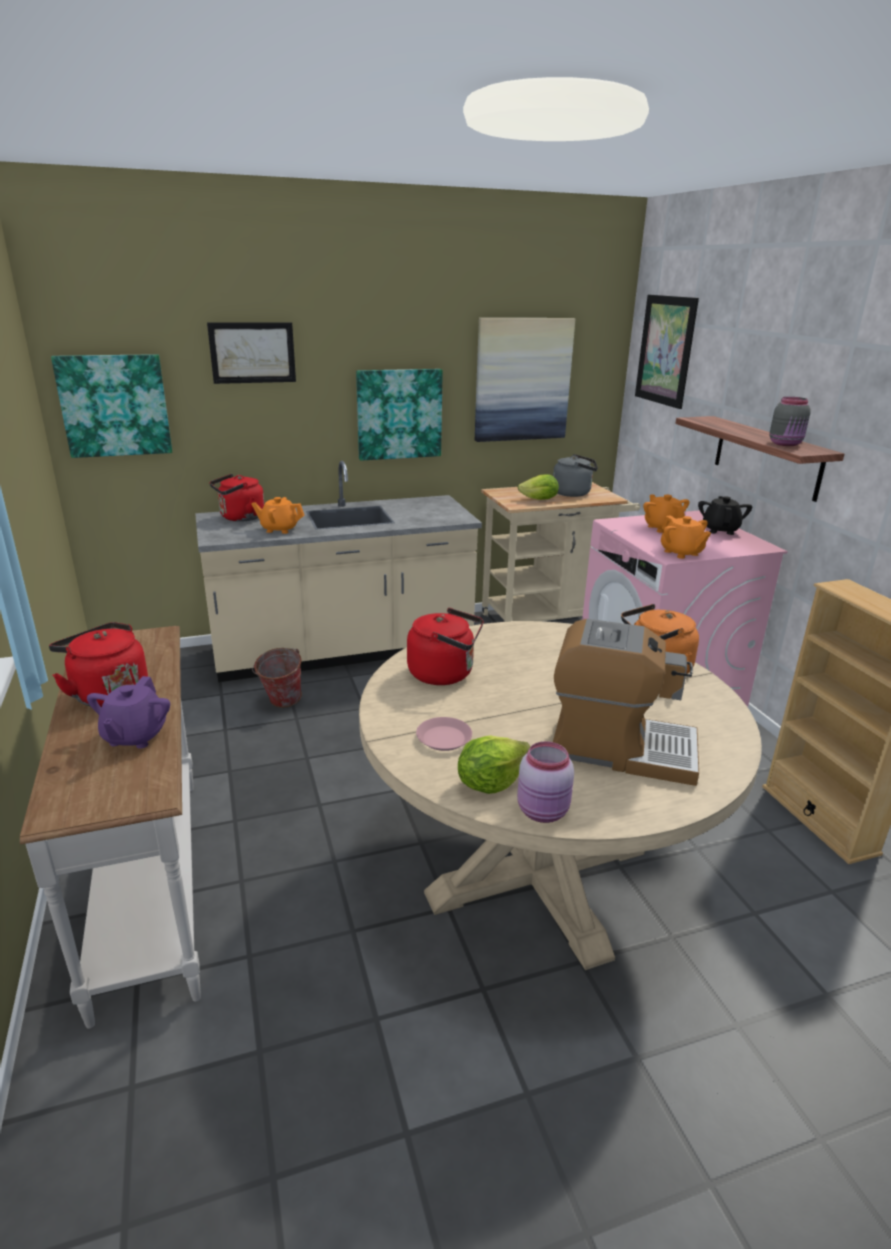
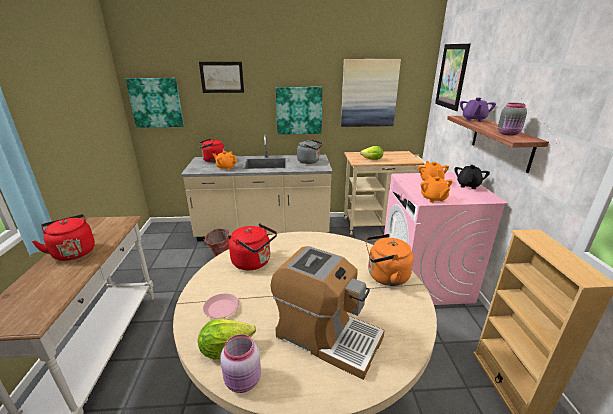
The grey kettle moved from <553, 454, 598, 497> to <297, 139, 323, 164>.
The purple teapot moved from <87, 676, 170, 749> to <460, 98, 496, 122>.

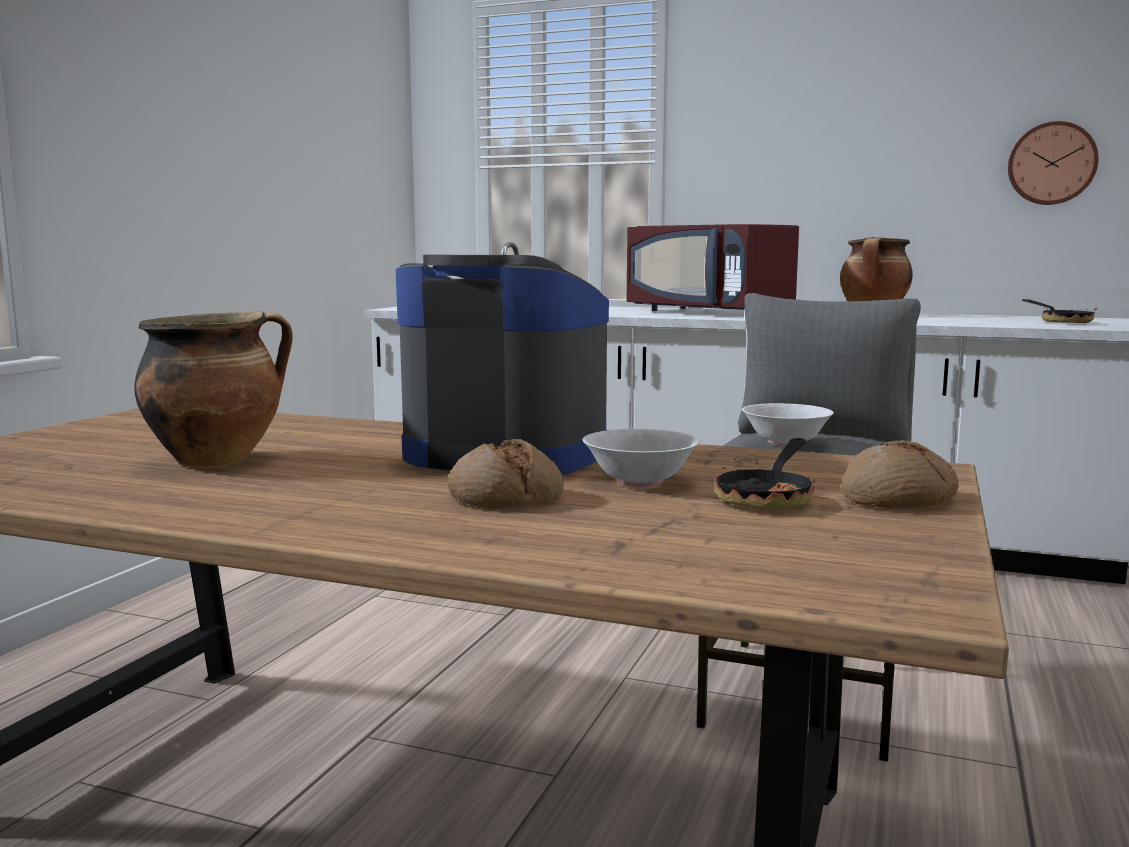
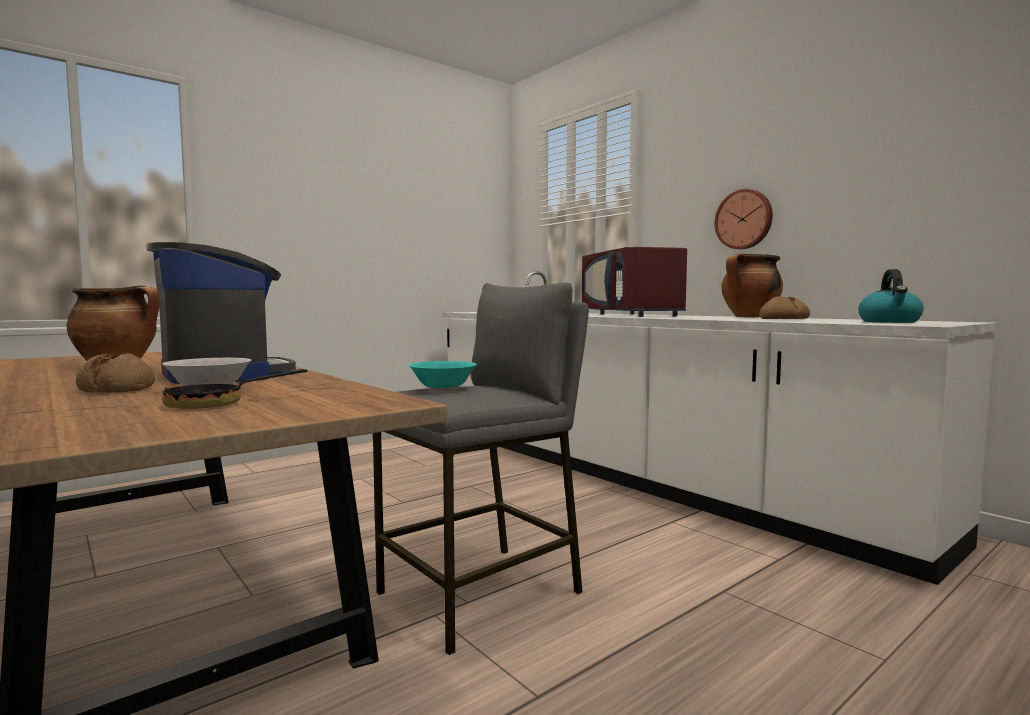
The white bowl at <742, 403, 834, 446> became the turquoise bowl at <409, 361, 477, 391>.
The wall clock moved from <1008, 121, 1099, 205> to <714, 189, 773, 249>.
The bread moved from <841, 440, 959, 508> to <759, 296, 810, 319>.
The frying pan at <1022, 299, 1097, 323> was replaced by the kettle at <858, 269, 924, 323>.

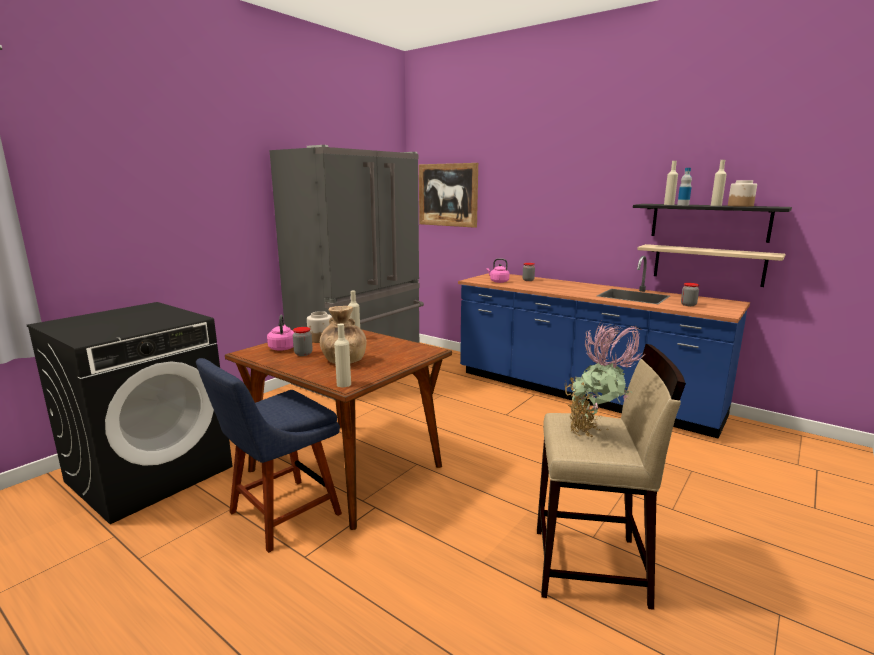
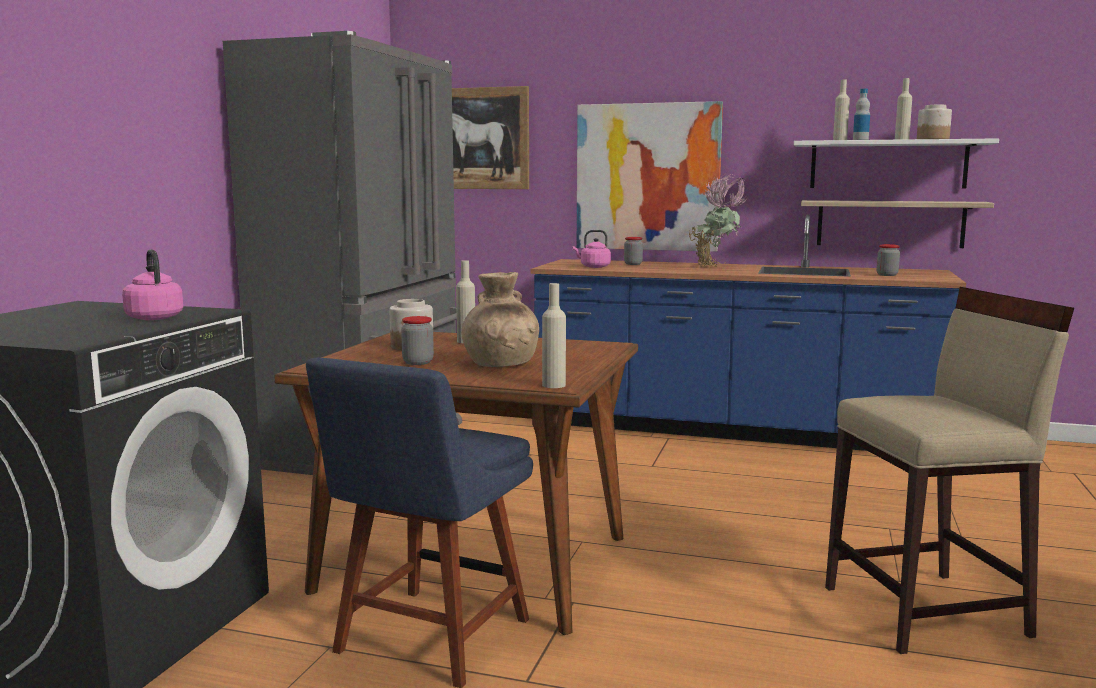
The pink kettle moved from <267, 315, 294, 351> to <122, 249, 183, 320>.
The picture at <577, 101, 723, 252> appeared.
The potted plant moved from <565, 324, 647, 438> to <689, 174, 749, 267>.
The black shelf at <633, 204, 792, 243> became the white shelf at <794, 138, 999, 189>.

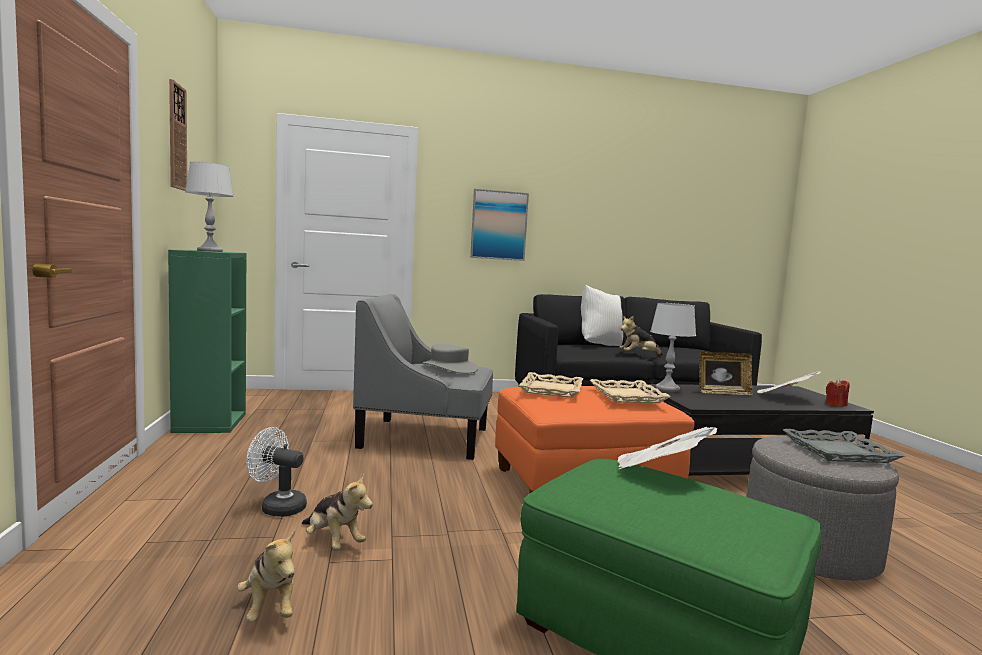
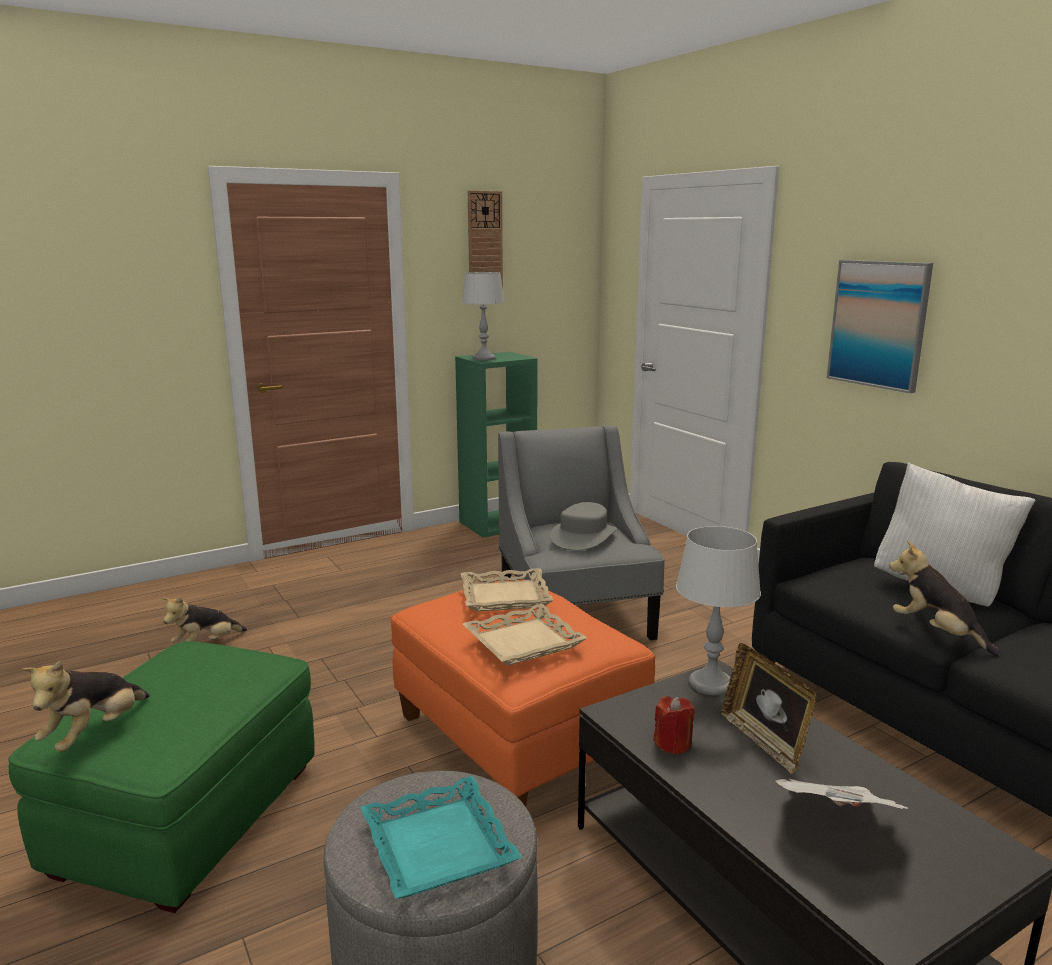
The plush toy moved from <302, 474, 373, 549> to <22, 660, 150, 752>.
The grey tray at <783, 429, 905, 463> became the turquoise tray at <361, 776, 522, 899>.
The red candle moved from <826, 379, 849, 407> to <653, 696, 695, 755>.
The white fan at <246, 427, 307, 517> disappeared.
The newspaper at <618, 427, 717, 469> disappeared.

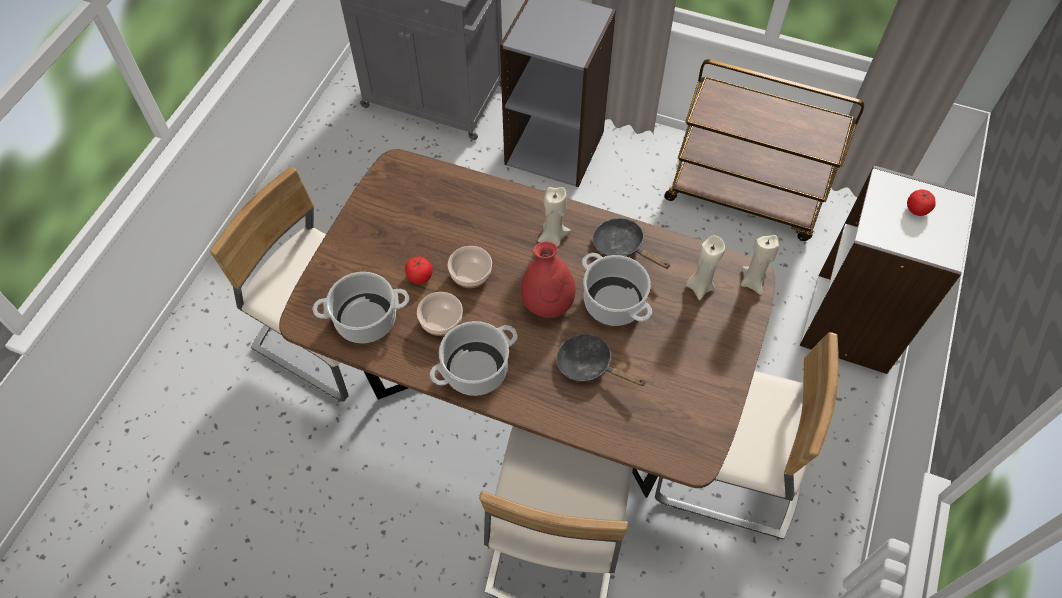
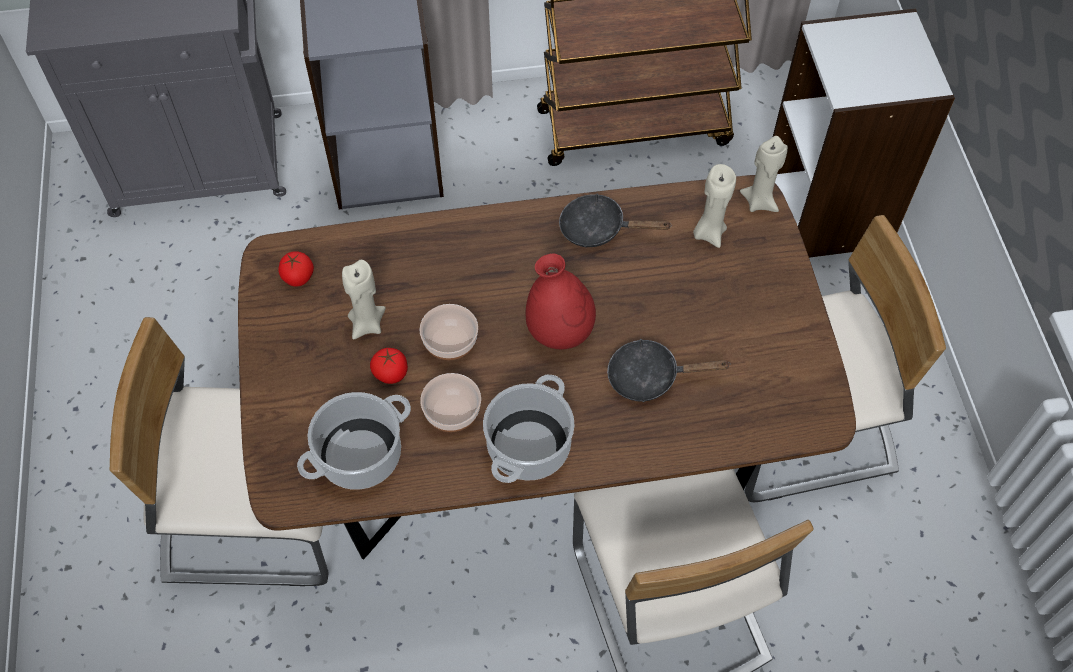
The tomato moved from <907, 189, 936, 216> to <278, 251, 314, 287>.
The beige candle moved from <538, 187, 571, 246> to <342, 260, 386, 340>.
The cooking pot at <582, 253, 652, 326> disappeared.

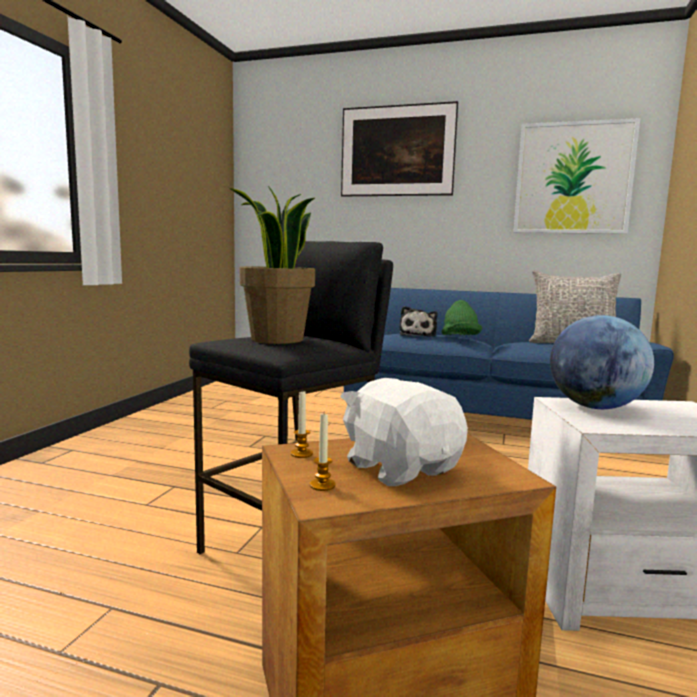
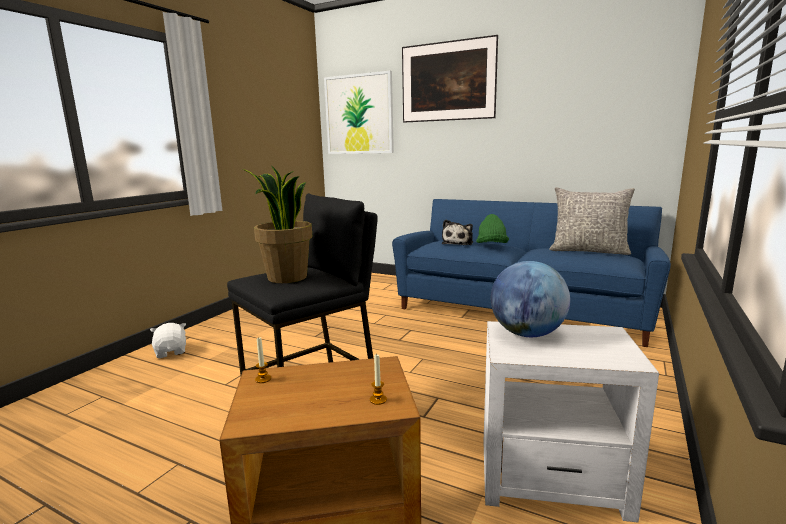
The white plush toy moved from <340, 378, 468, 486> to <150, 323, 186, 358>.
The picture moved from <513, 118, 640, 234> to <324, 71, 394, 154>.
The candle moved from <310, 414, 336, 491> to <370, 354, 387, 405>.

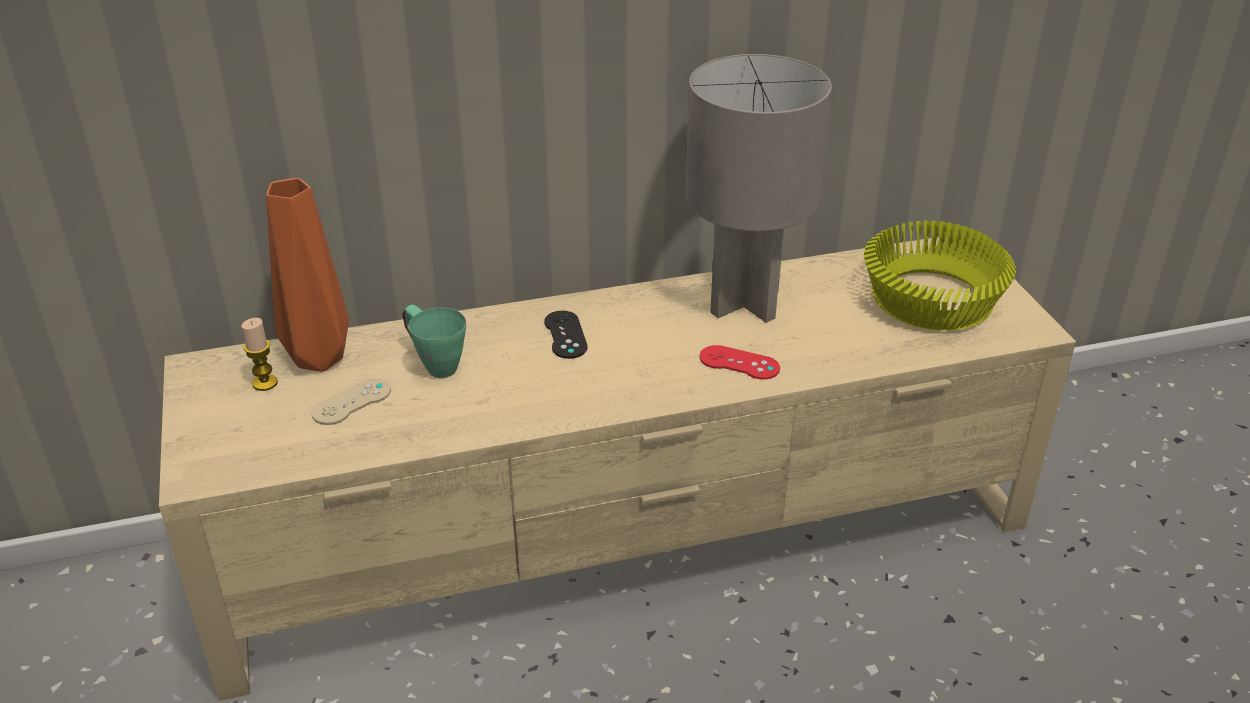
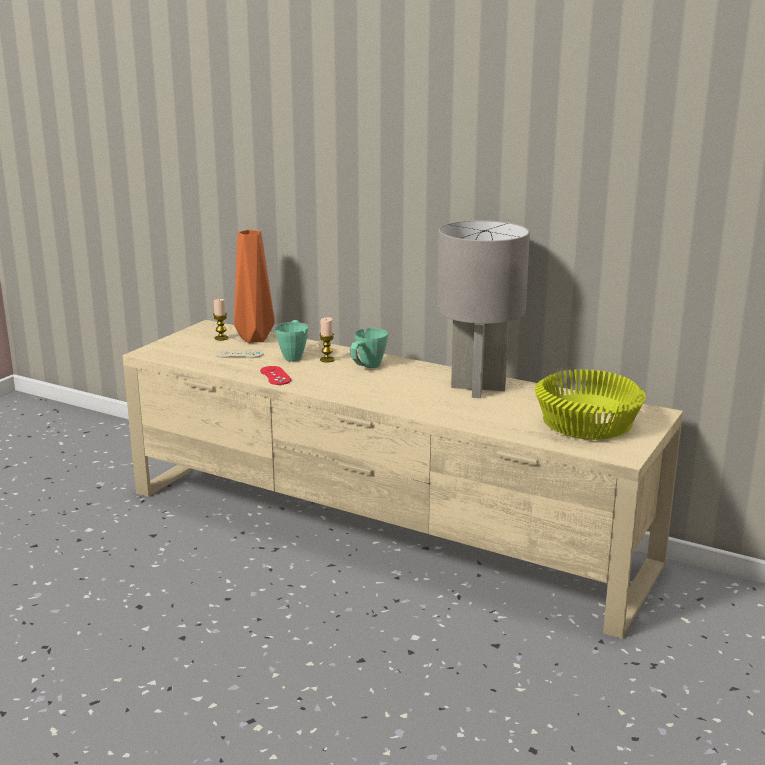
The red game controller moved from <699, 345, 780, 380> to <260, 366, 291, 385>.
The candle at <319, 317, 335, 363> appeared.
The black game controller at <544, 311, 588, 359> was replaced by the green mug at <350, 328, 388, 368>.

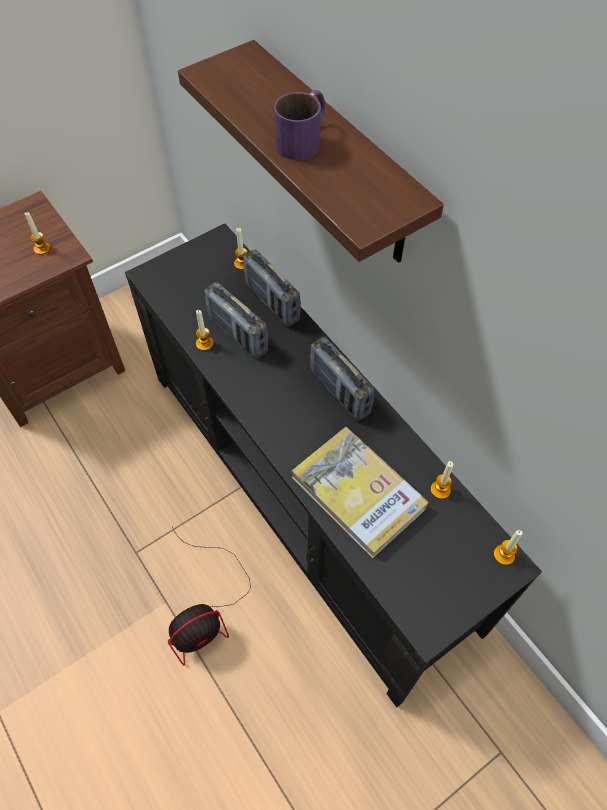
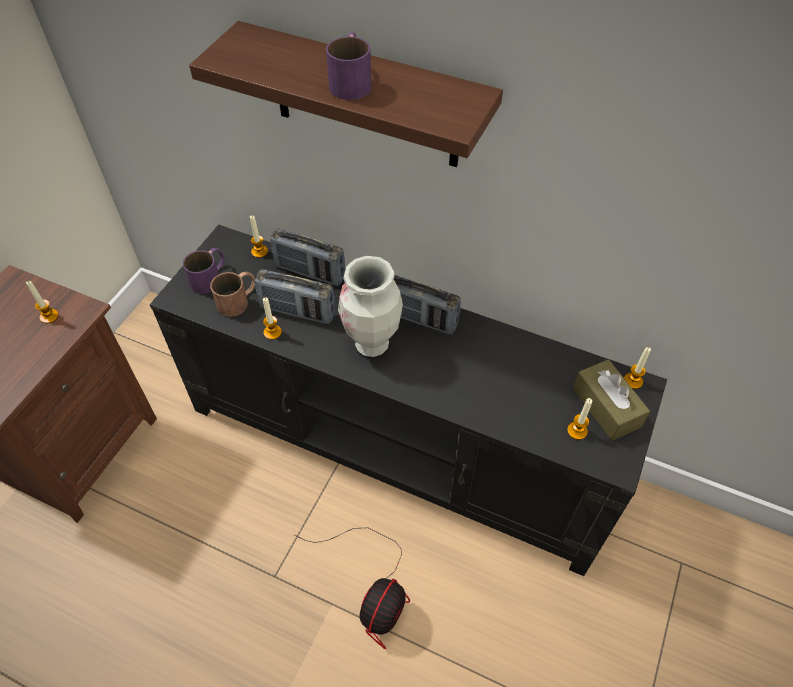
The purple mug at <183, 248, 225, 294> appeared.
The brown mug at <211, 272, 255, 317> appeared.
The vase at <338, 256, 403, 357> appeared.
The candle moved from <431, 461, 453, 499> to <567, 398, 592, 440>.
The brown tissue box at <573, 359, 650, 441> appeared.
The book at <292, 427, 428, 558> disappeared.

